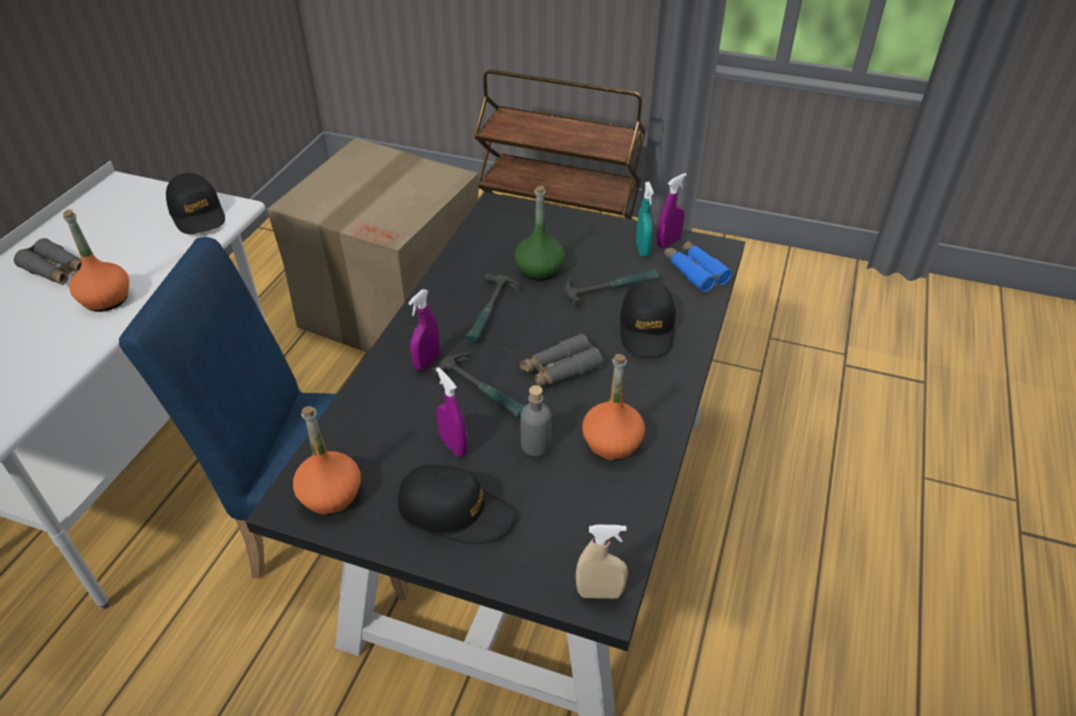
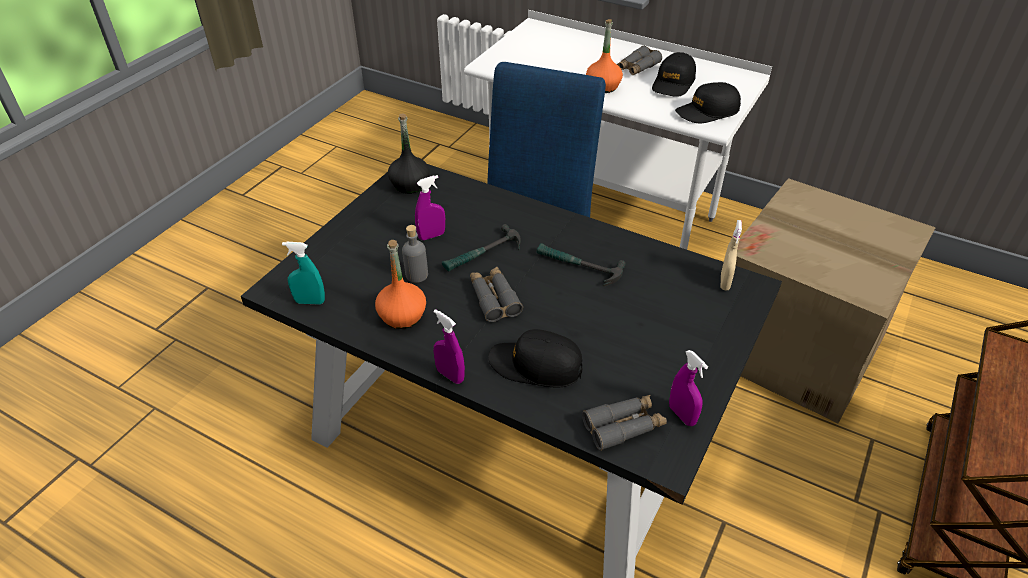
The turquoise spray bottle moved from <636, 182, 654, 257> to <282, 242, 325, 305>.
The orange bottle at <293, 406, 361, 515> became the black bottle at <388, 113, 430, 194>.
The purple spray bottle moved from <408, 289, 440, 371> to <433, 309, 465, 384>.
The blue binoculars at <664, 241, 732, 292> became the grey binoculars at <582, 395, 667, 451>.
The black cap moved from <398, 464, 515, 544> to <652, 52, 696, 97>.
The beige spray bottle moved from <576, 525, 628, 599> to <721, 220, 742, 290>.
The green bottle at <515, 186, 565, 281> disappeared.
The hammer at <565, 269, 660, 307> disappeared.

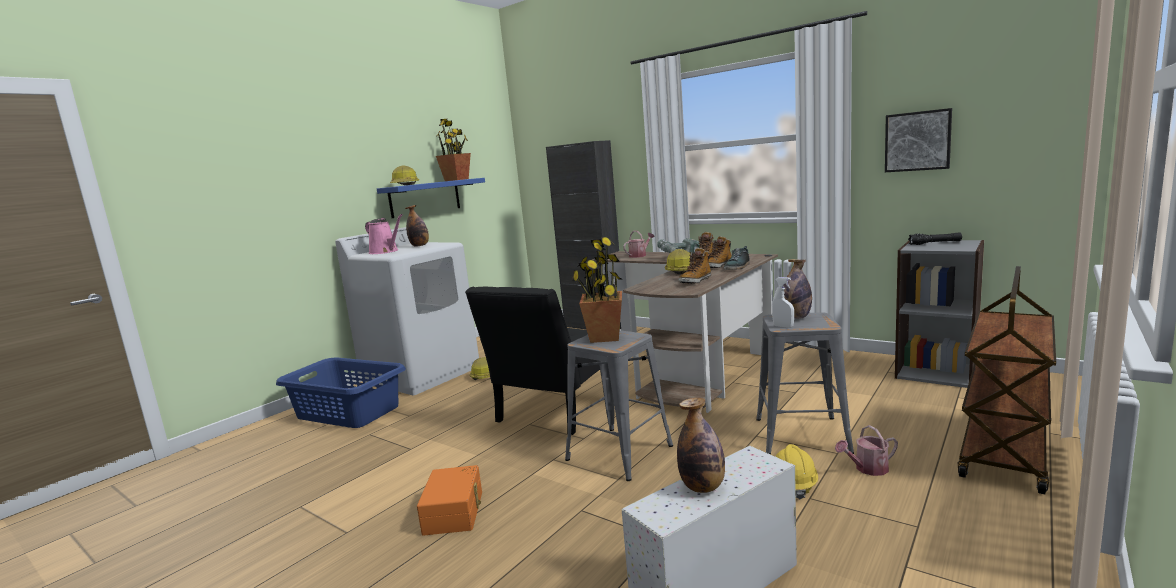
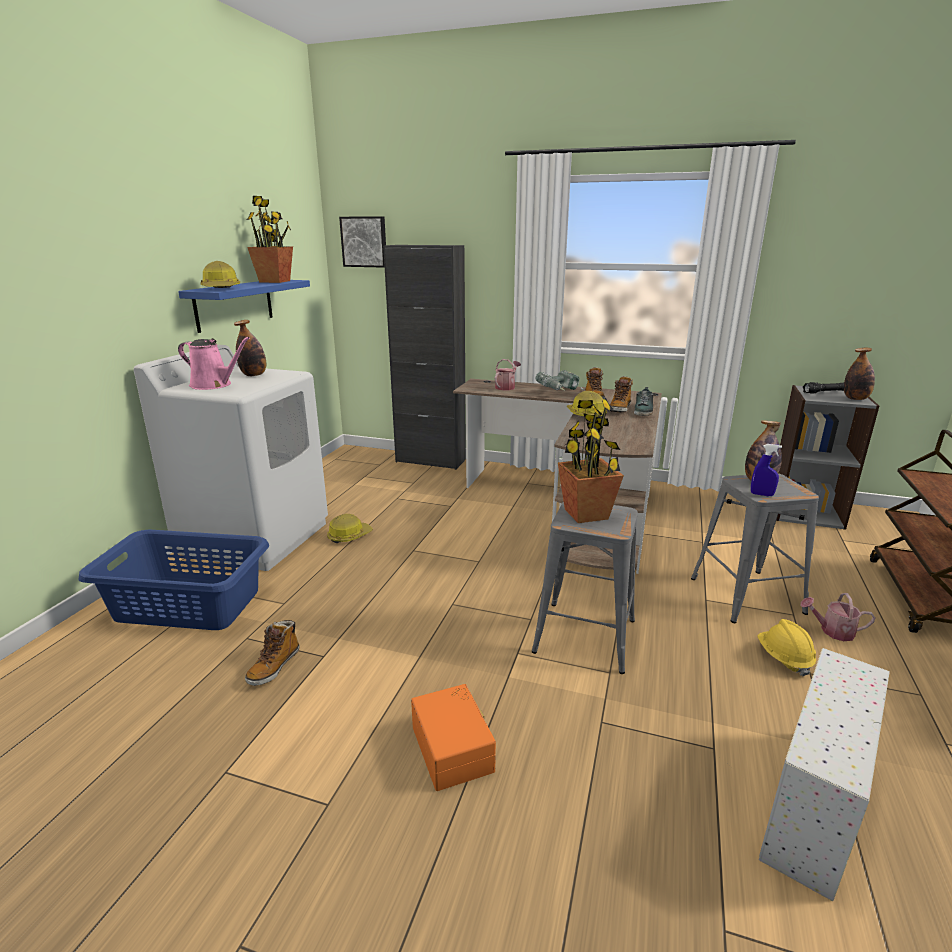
The boot moved from <679, 248, 711, 284> to <245, 620, 299, 686>.
The picture moved from <885, 108, 952, 172> to <339, 216, 386, 268>.
The white spray bottle at <772, 277, 794, 328> became the blue spray bottle at <751, 444, 782, 496>.
The watering can at <835, 425, 898, 476> turned 45 degrees clockwise.
The bottle moved from <677, 397, 725, 493> to <844, 348, 875, 400>.
The black chair at <465, 287, 600, 435> disappeared.

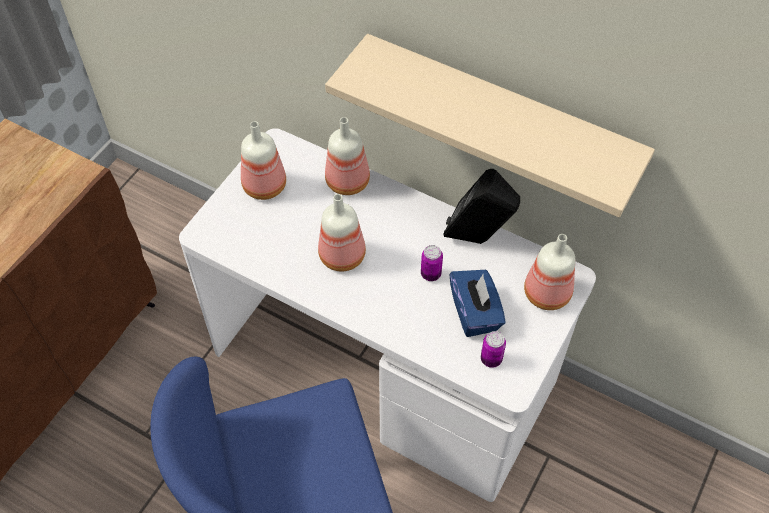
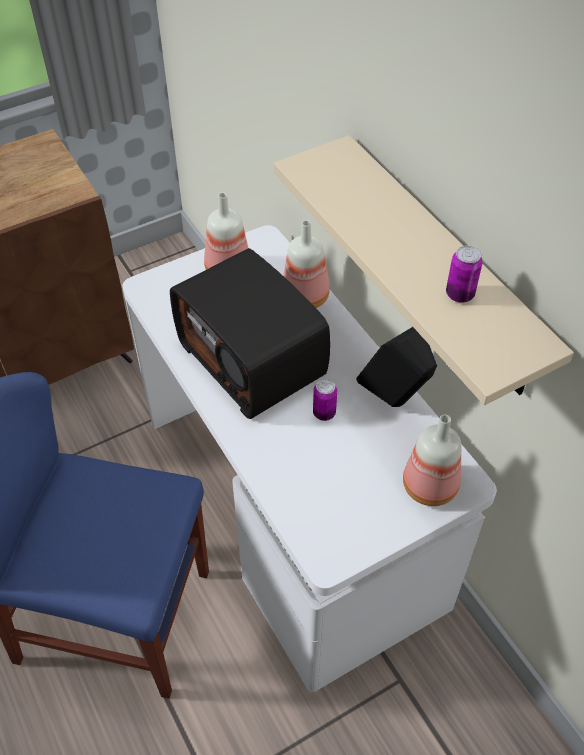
The bottle at <318, 194, 366, 271> was replaced by the radio at <170, 248, 330, 419>.
The can moved from <481, 331, 506, 368> to <446, 246, 483, 303>.
The blue tissue box at <449, 270, 506, 337> disappeared.

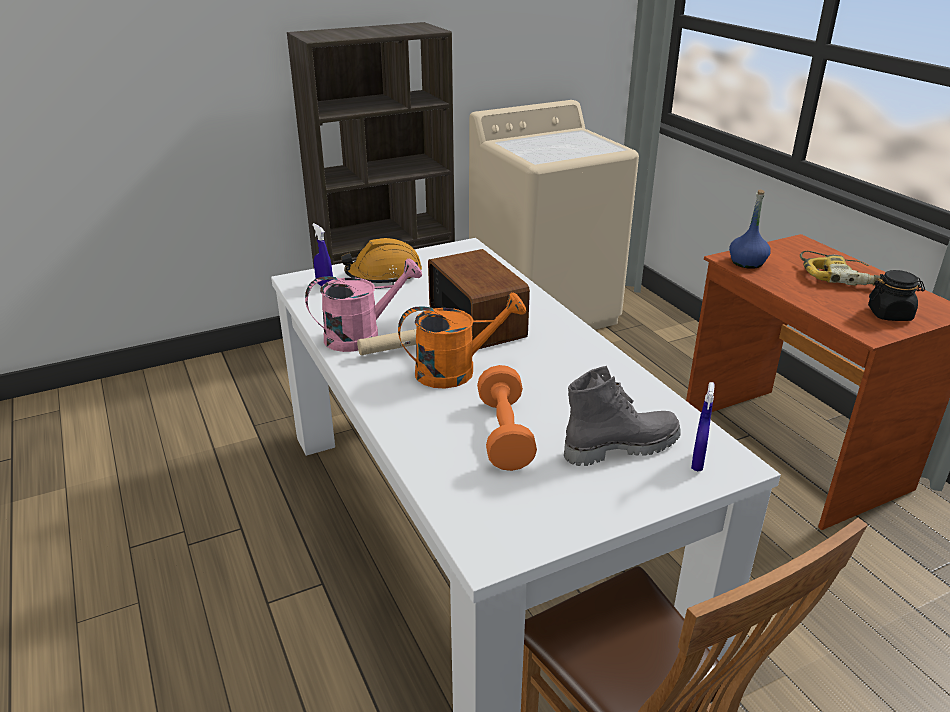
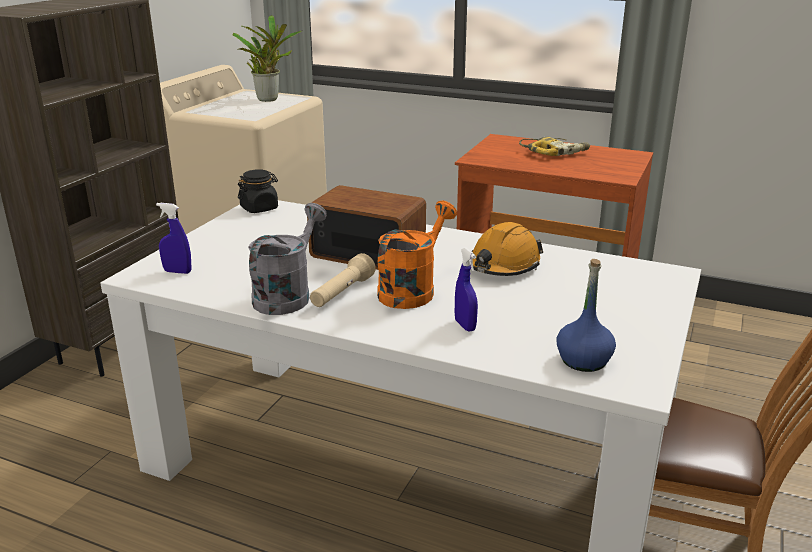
The potted plant at <233, 15, 302, 102> appeared.
The black jar moved from <868, 270, 925, 321> to <238, 169, 278, 213>.
The pink watering can at <305, 258, 422, 352> became the grey watering can at <248, 203, 327, 315>.
The blue spray bottle moved from <691, 382, 715, 471> to <455, 247, 478, 332>.
The orange hard hat moved from <341, 238, 422, 285> to <472, 222, 543, 276>.
The blue bottle moved from <729, 190, 771, 269> to <556, 259, 616, 372>.
The orange dumbbell at <477, 365, 537, 471> disappeared.
The grey boot at <564, 366, 681, 466> disappeared.

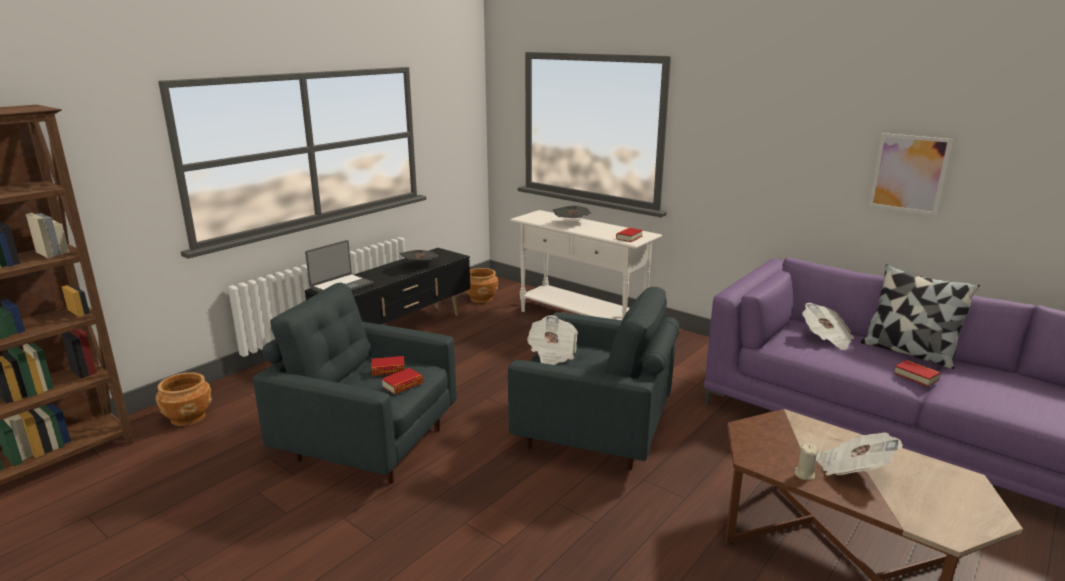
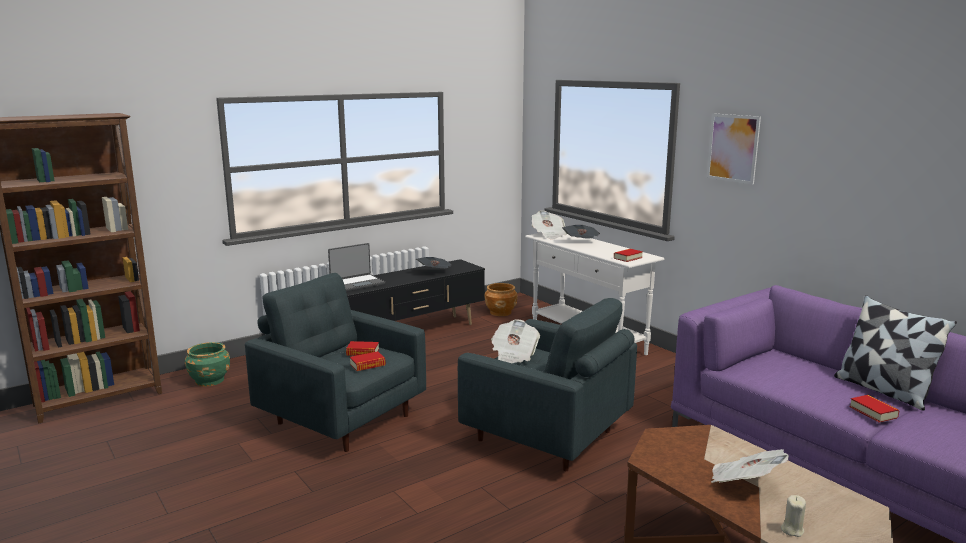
The brown planter at <156, 372, 212, 426> became the green planter at <185, 342, 230, 386>.
The newspaper moved from <802, 303, 855, 350> to <532, 211, 567, 239>.
The picture moved from <869, 133, 952, 216> to <707, 113, 761, 185>.
The beige candle moved from <795, 444, 817, 480> to <781, 495, 806, 537>.

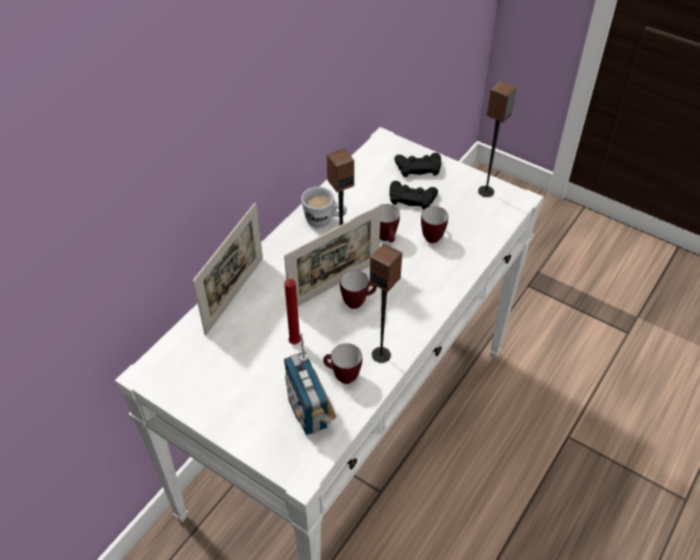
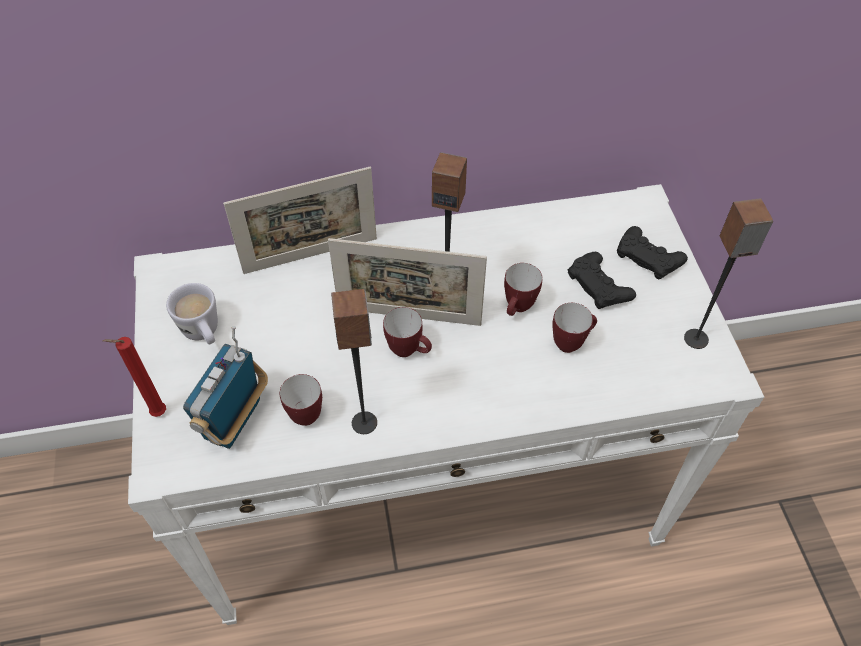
The red candle moved from <284, 279, 301, 344> to <103, 337, 166, 417>.
The white mug moved from <301, 187, 347, 227> to <166, 283, 218, 344>.

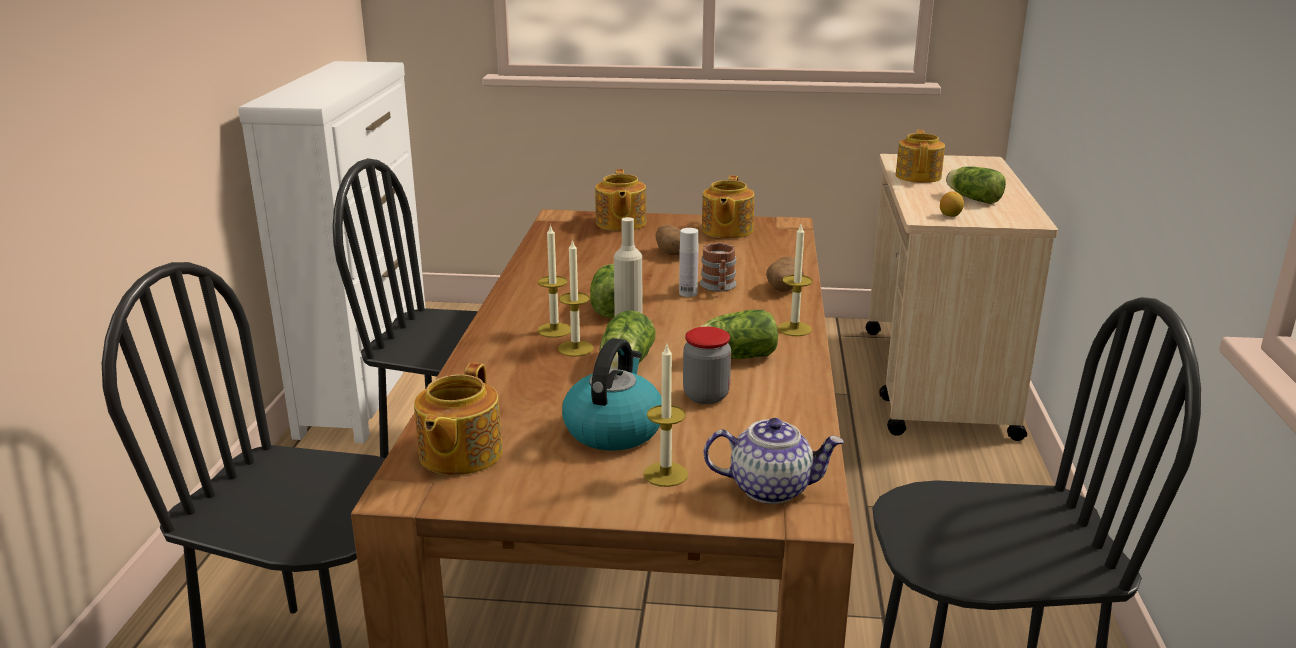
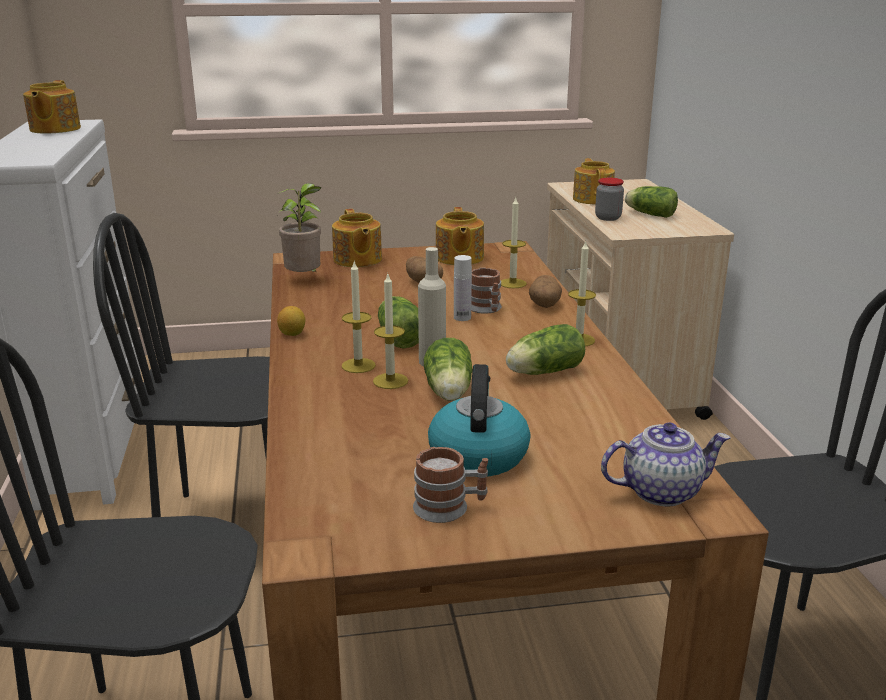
The teapot moved from <414, 362, 503, 475> to <23, 80, 81, 133>.
The potted plant at <277, 183, 322, 272> appeared.
The lemon moved from <940, 192, 964, 217> to <277, 306, 305, 336>.
The mug at <413, 447, 488, 523> appeared.
The candle moved from <643, 342, 688, 487> to <501, 198, 527, 288>.
The jar moved from <683, 327, 731, 404> to <595, 178, 624, 221>.

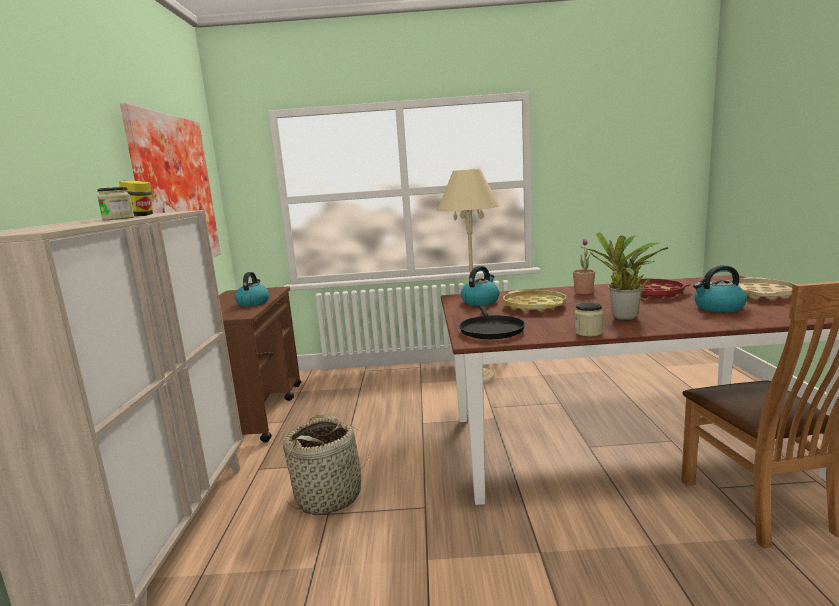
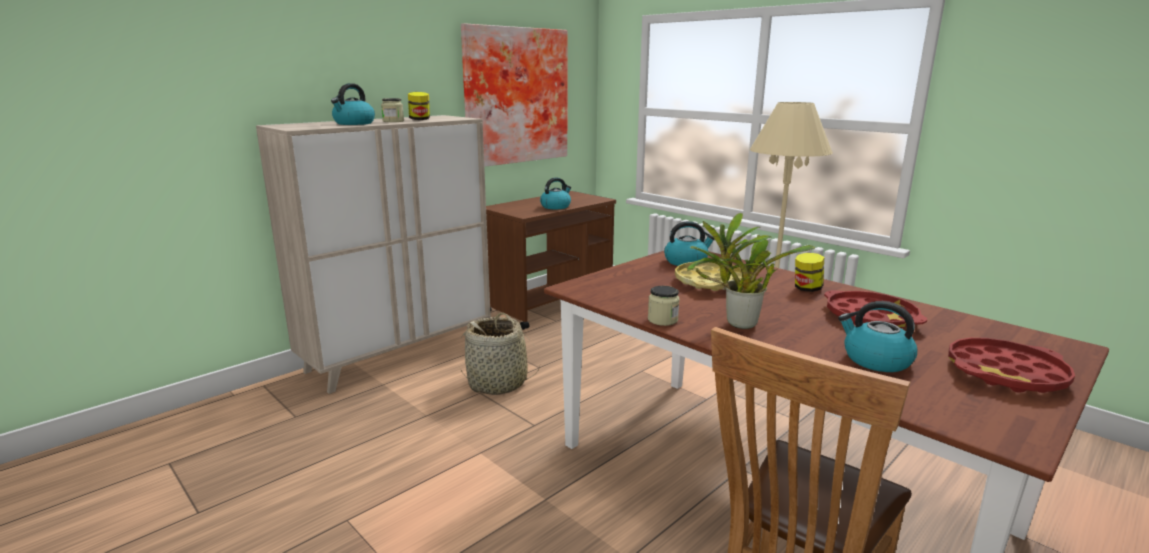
The kettle at <331, 83, 375, 125> appeared.
The potted plant at <573, 239, 595, 294> was replaced by the jar at <795, 253, 824, 292>.
The beige tray at <727, 277, 794, 300> became the red tray at <948, 338, 1075, 393>.
The black frying pan at <459, 305, 525, 339> disappeared.

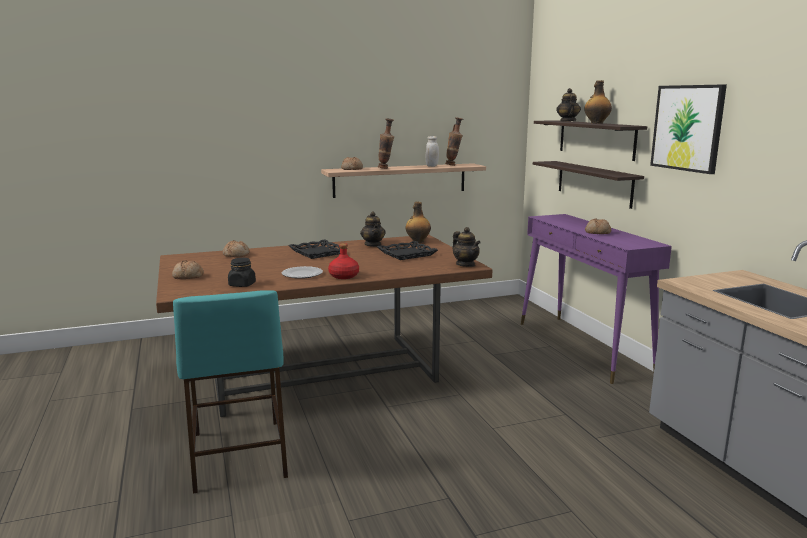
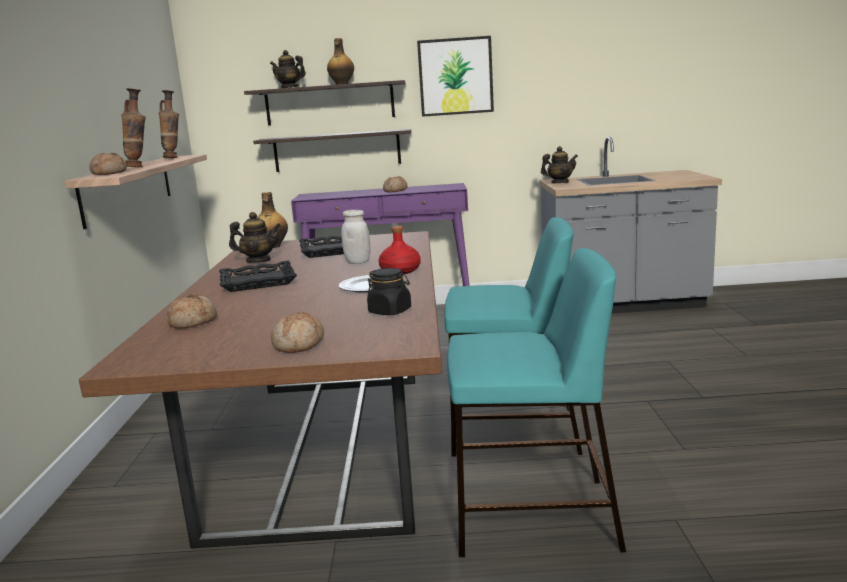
The white jar moved from <426, 136, 439, 167> to <341, 210, 371, 264>.
The turquoise stool at <444, 217, 583, 456> appeared.
The teapot moved from <452, 227, 480, 267> to <541, 146, 578, 183>.

